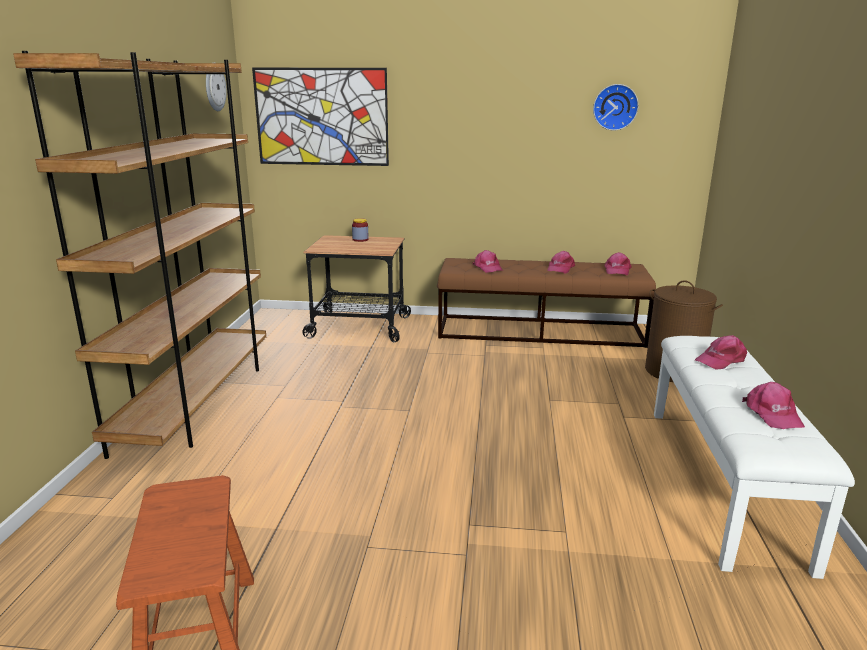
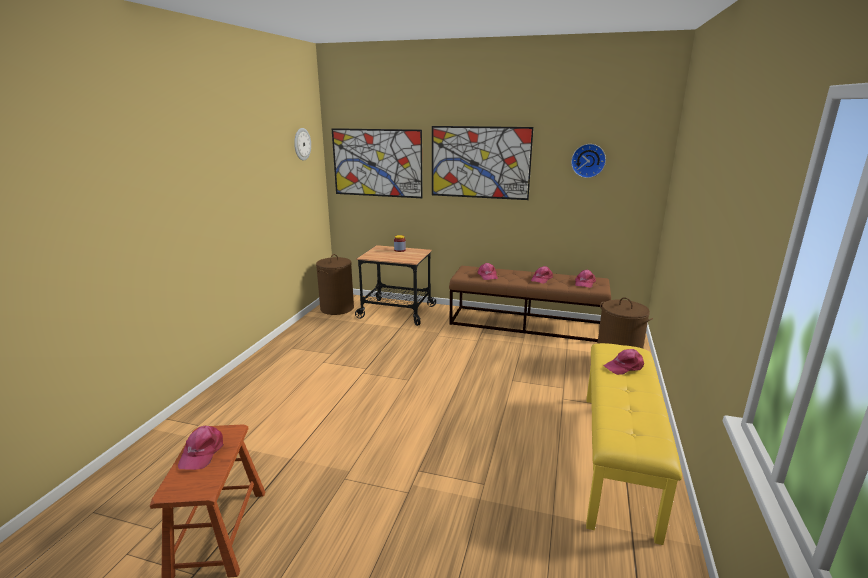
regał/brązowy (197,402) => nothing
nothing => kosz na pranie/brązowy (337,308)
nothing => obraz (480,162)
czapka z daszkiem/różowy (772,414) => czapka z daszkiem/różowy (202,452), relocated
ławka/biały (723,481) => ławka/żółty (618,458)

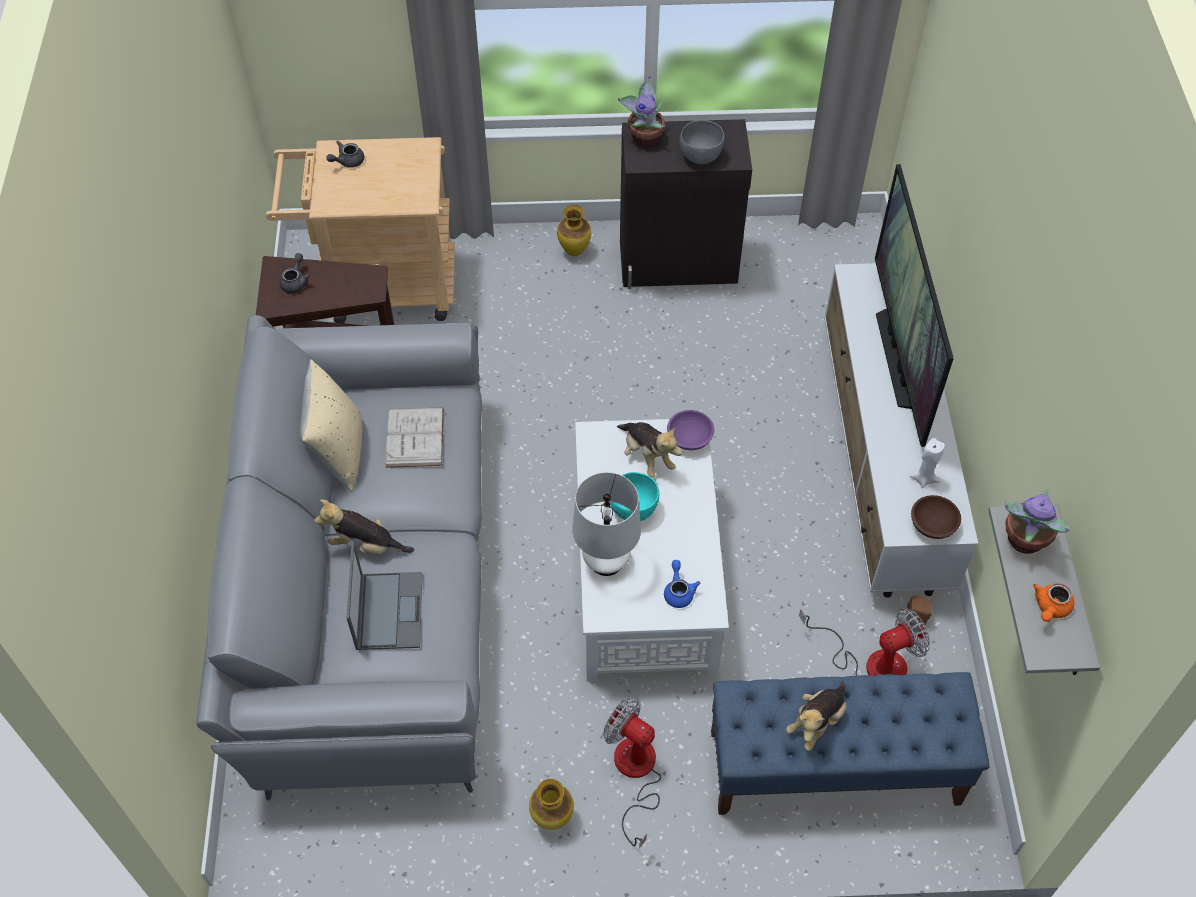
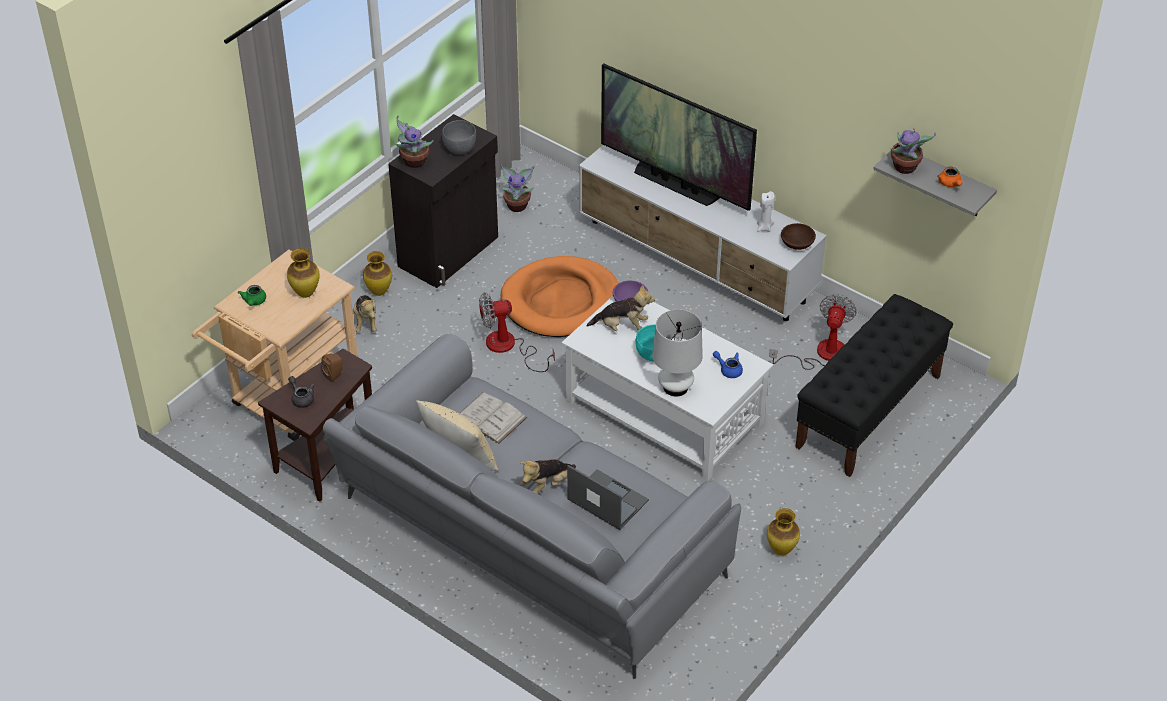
nothing => wazon (306,293)
nothing => roślina doniczkowa (517,205)
nothing => legowisko/pomarańczowy (561,301)
wentylator (635,774) => wentylator (509,347), relocated
pluszak (817,722) => pluszak (365,321), relocated
głośnik/brązowy (917,620) => głośnik/brązowy (334,375), relocated
imbryk/szary (347,161) => imbryk/zielony (254,302)
ławka/niebieski (833,768) => ławka/czarny (868,412)

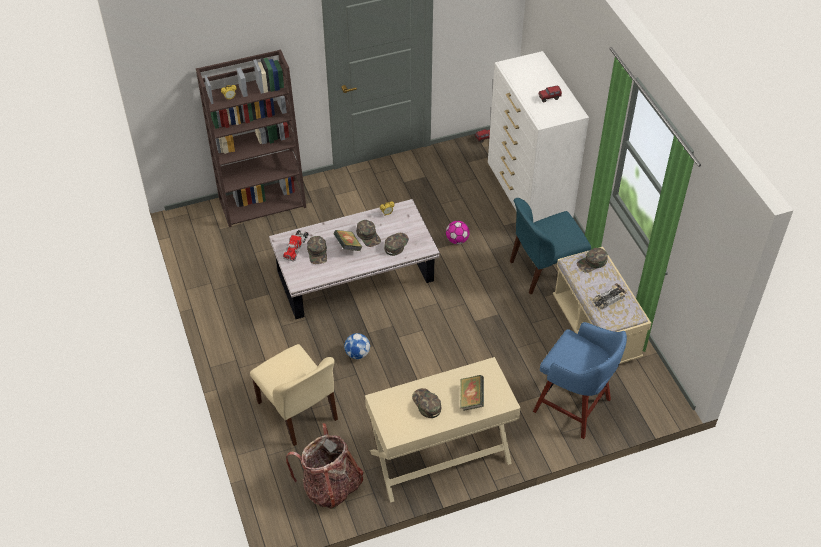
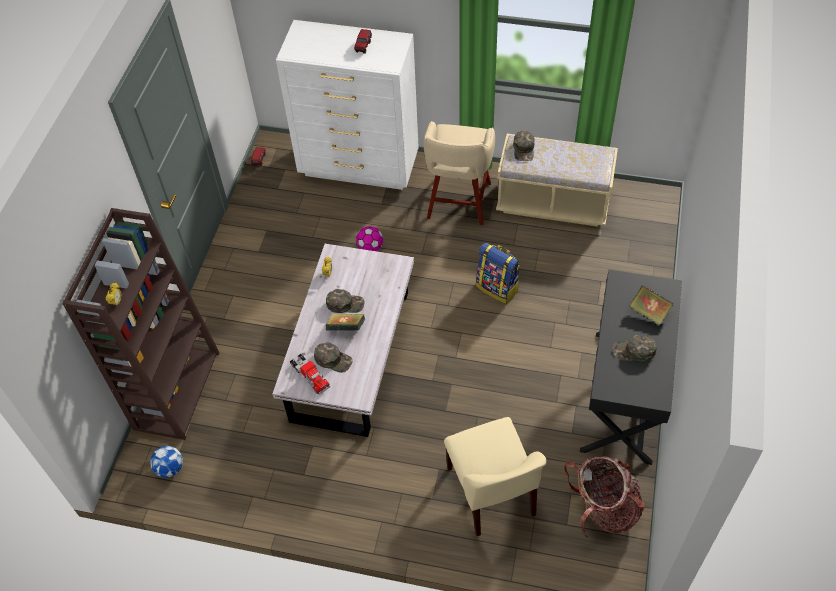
czapka z daszkiem/zielony (396,244) => nothing
stołek/niebieski (574,407) => nothing
samochodzik (608,299) => nothing
nothing => plecak (498,288)
piłka futbolowa (357,353) => piłka futbolowa (170,468), relocated
krzesło/niebieski (544,269) => stołek/beżowy (458,202)
biurko/beżowy (440,457) => biurko/czarny (623,396)
krzesło/beżowy (298,412) => krzesło/beżowy (492,493), 75 degrees clockwise

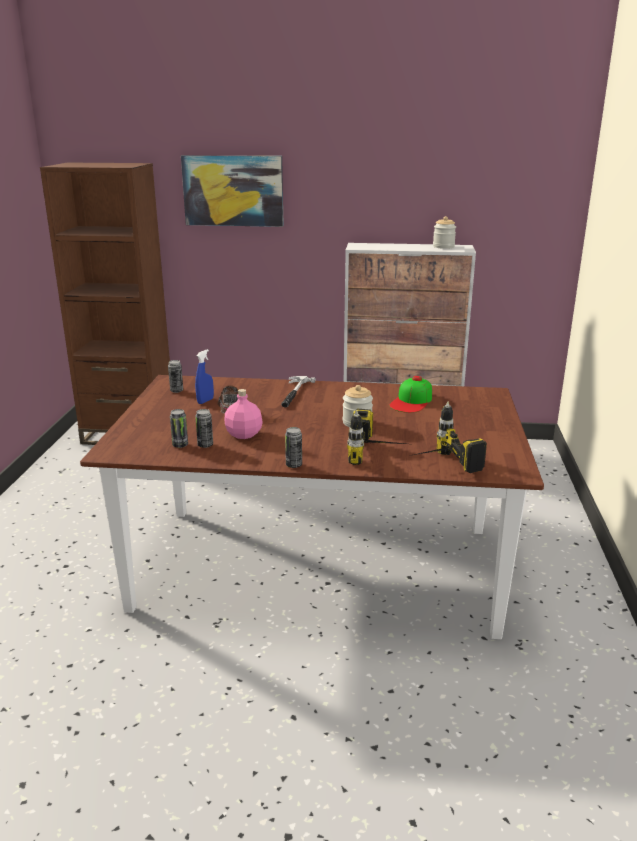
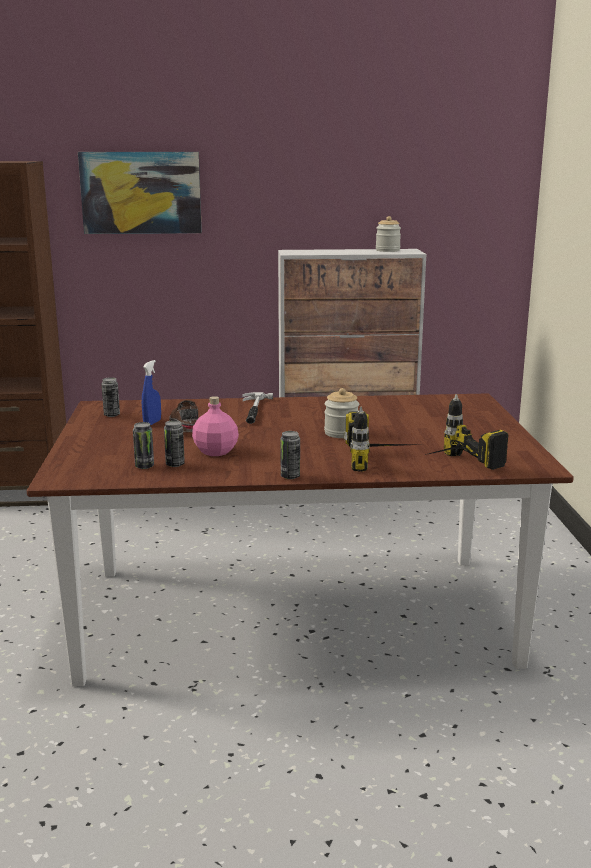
czapka z daszkiem (411,401) => nothing

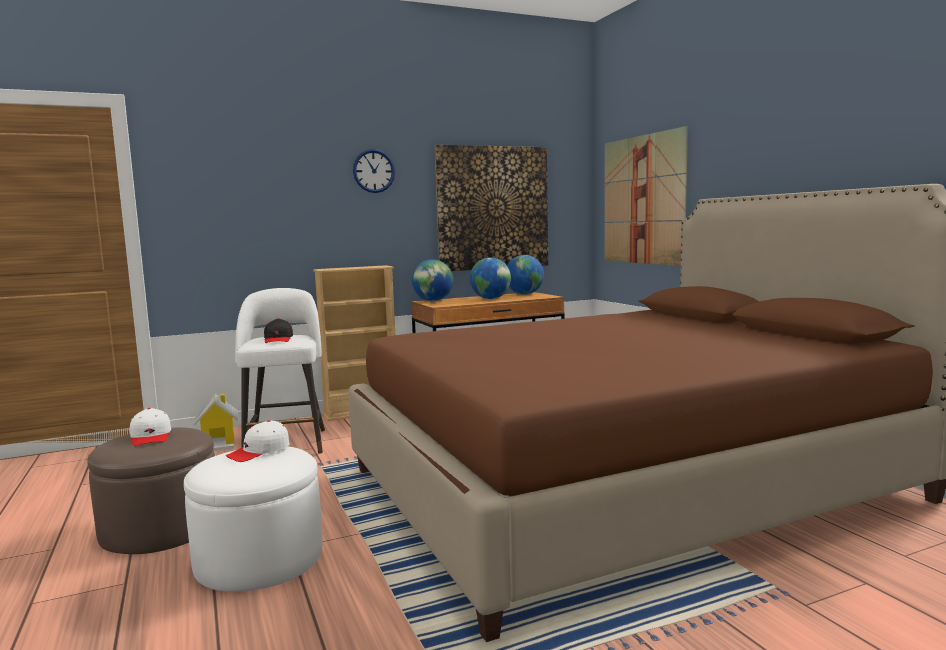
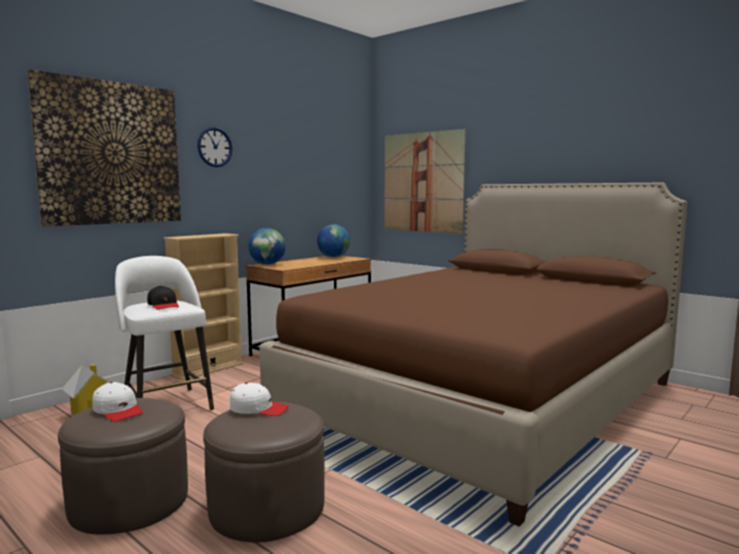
globus (491,299) => nothing
obraz (493,208) => obraz (111,153), relocated
pufa/biały (259,558) => pufa/brązowy (267,507)
czapka z daszkiem/biały (259,451) => czapka z daszkiem/biały (258,409), 105 degrees counterclockwise

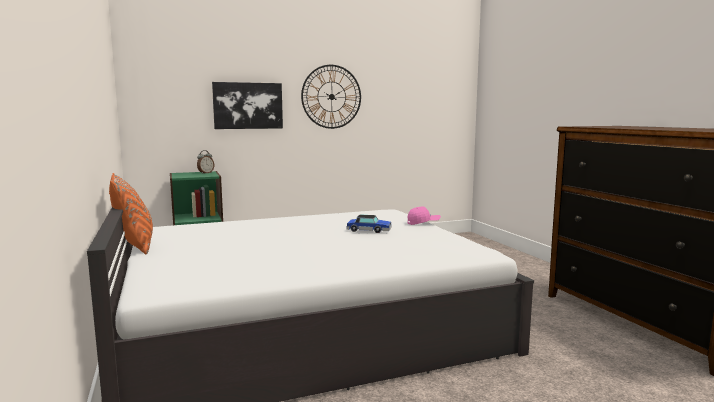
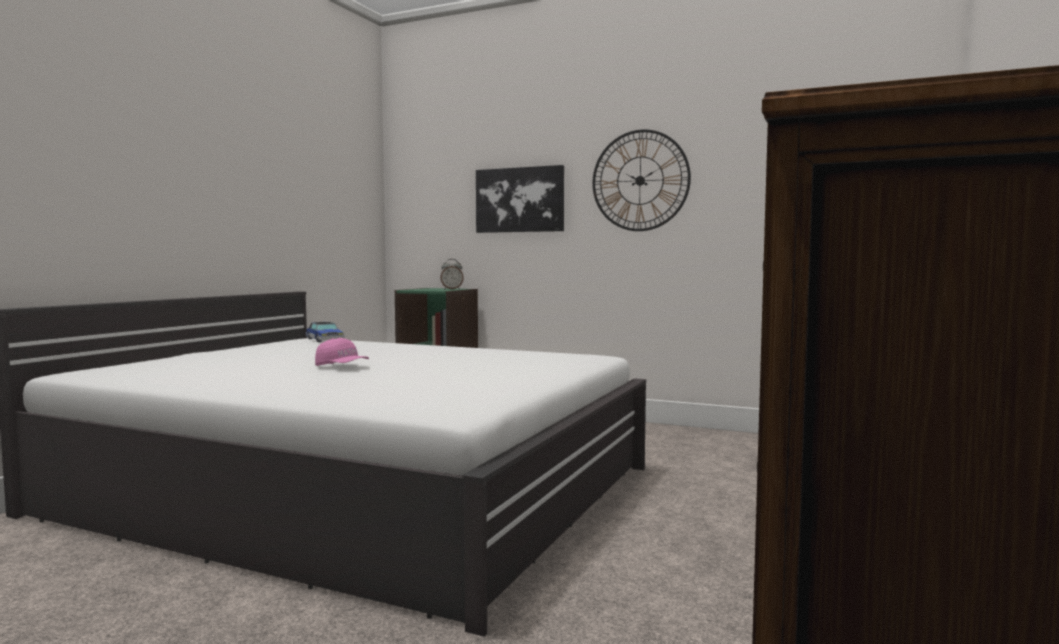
poduszka/pomarańczowy (134,246) => nothing
samochodzik (369,230) => samochodzik (324,340), relocated
czapka z daszkiem/różowy (423,223) => czapka z daszkiem/różowy (342,367), relocated

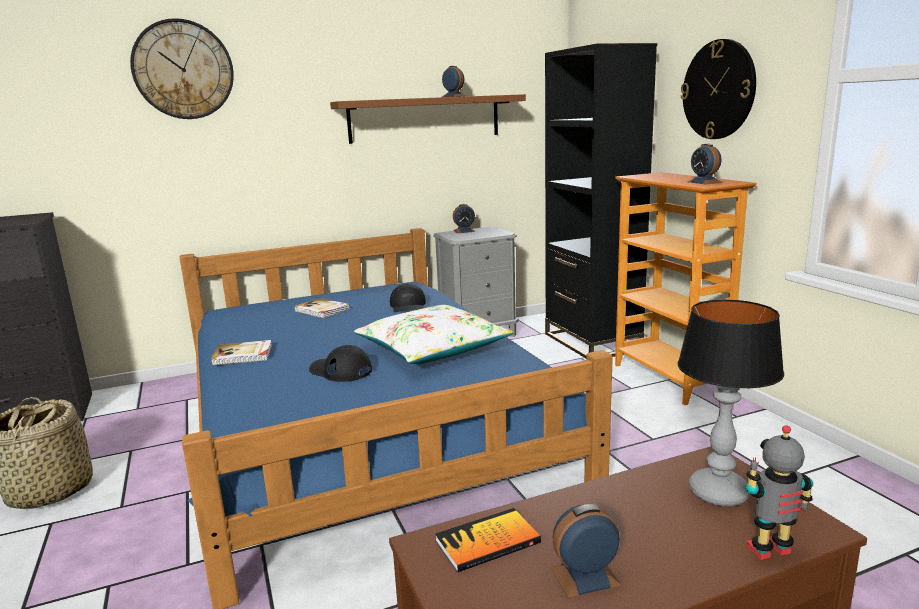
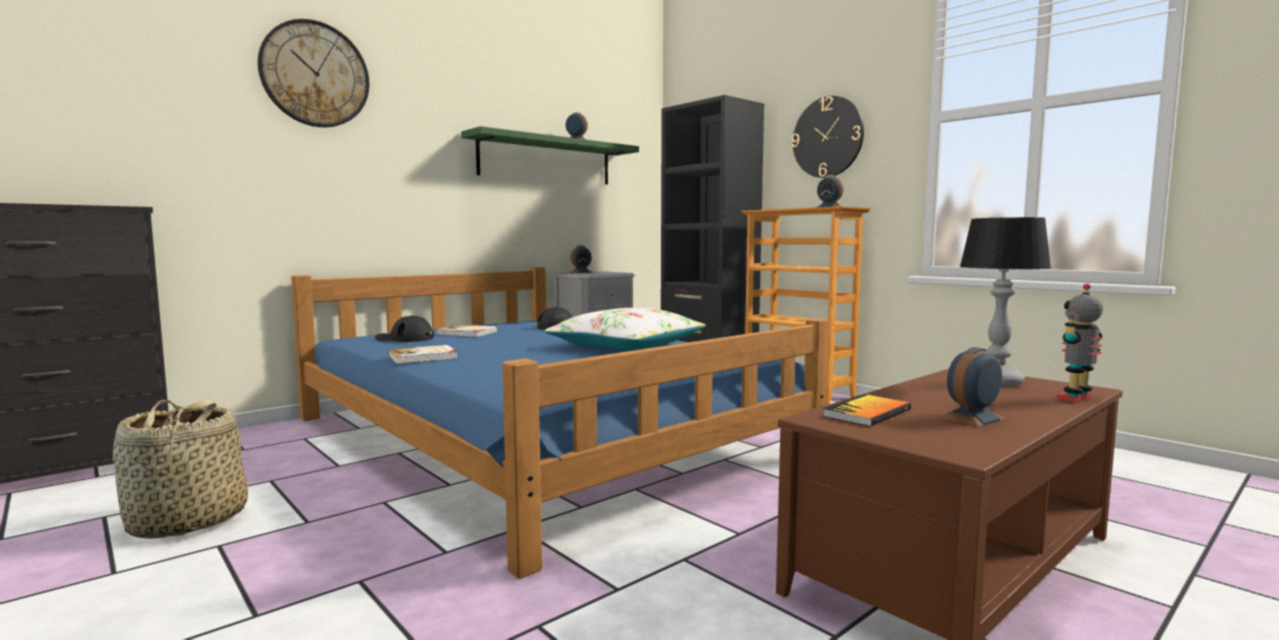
czapka z daszkiem/czarny (340,371) => czapka z daszkiem/czarny (404,339), relocated
półka/brązowy (425,119) => półka/zielony (546,160)

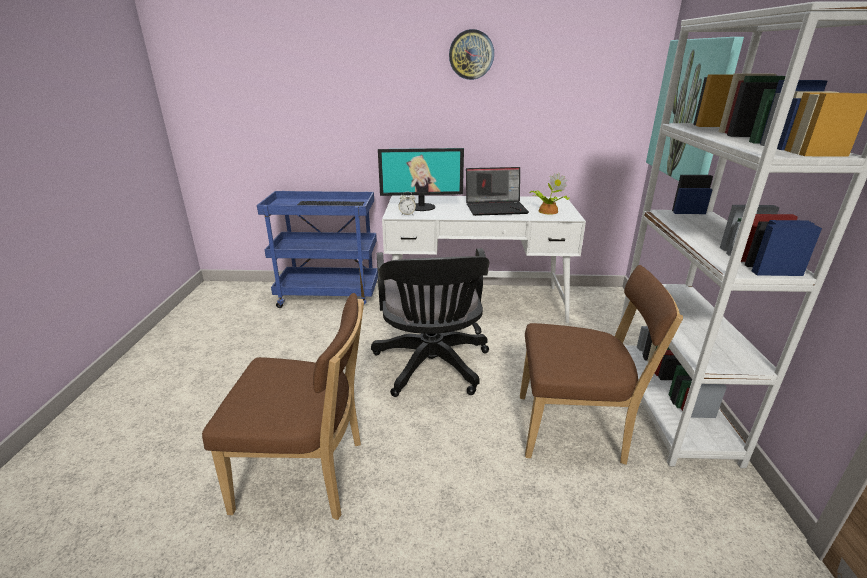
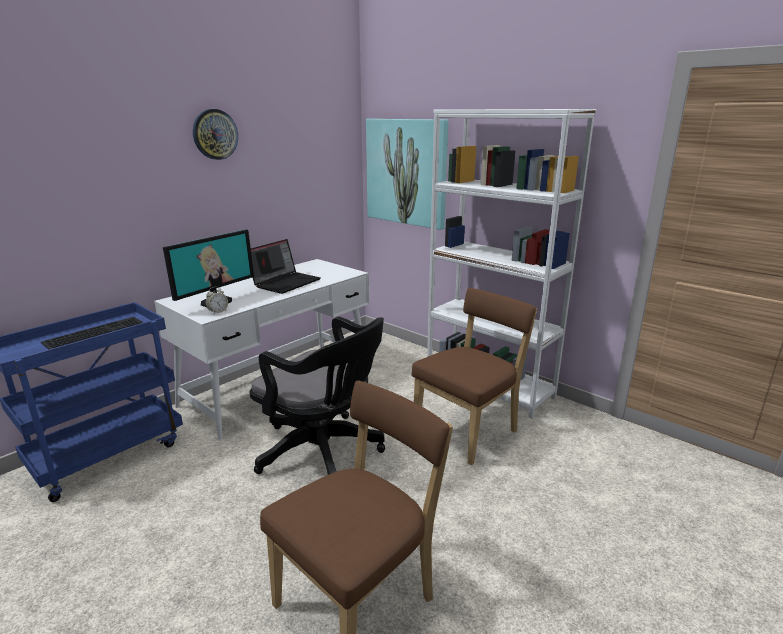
roślina doniczkowa (547,211) => nothing

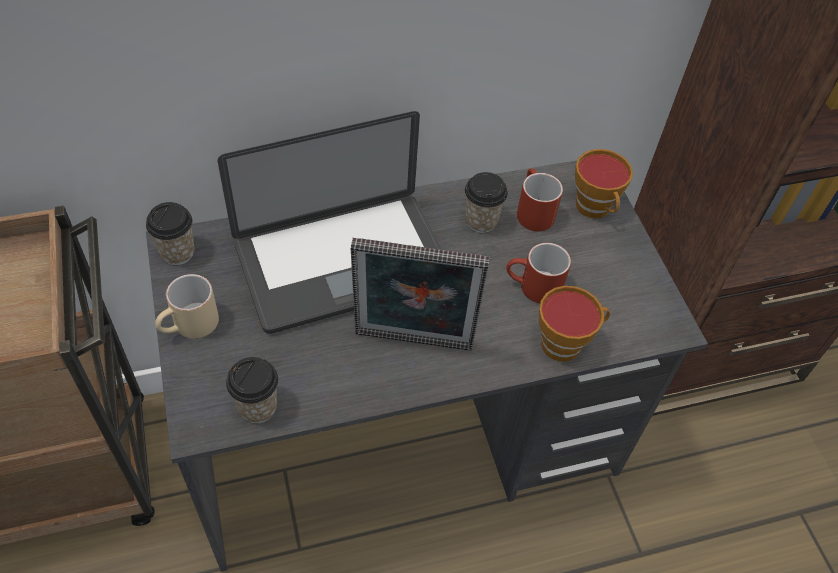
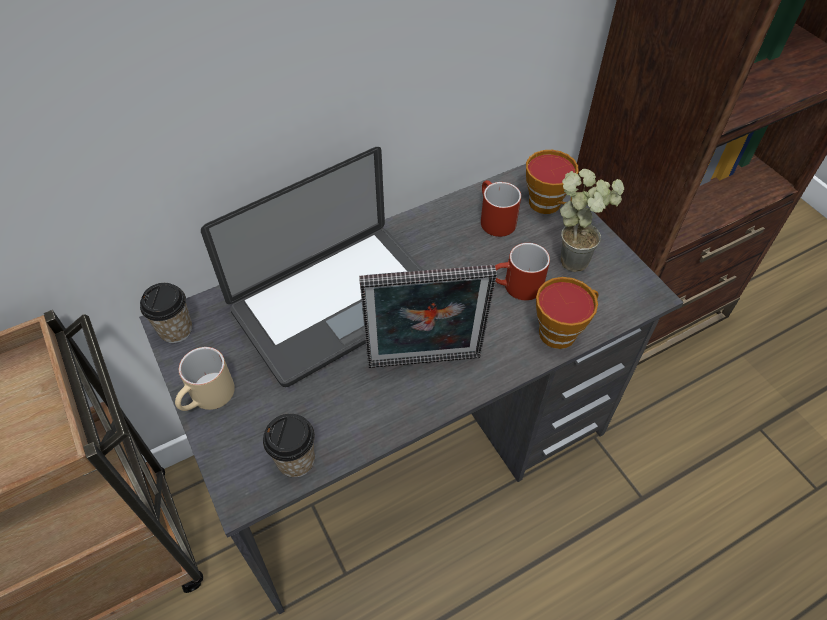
filiżanka (481,221) => nothing
nothing => roślina doniczkowa (577,256)

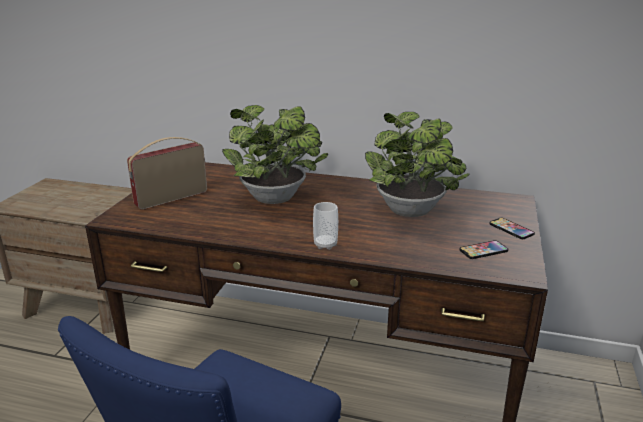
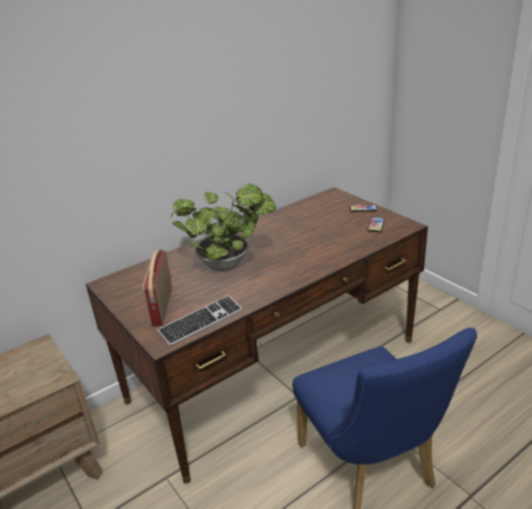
filiżanka (325,245) => nothing
roślina doniczkowa (411,213) => nothing
nothing => klawiatura (201,322)

